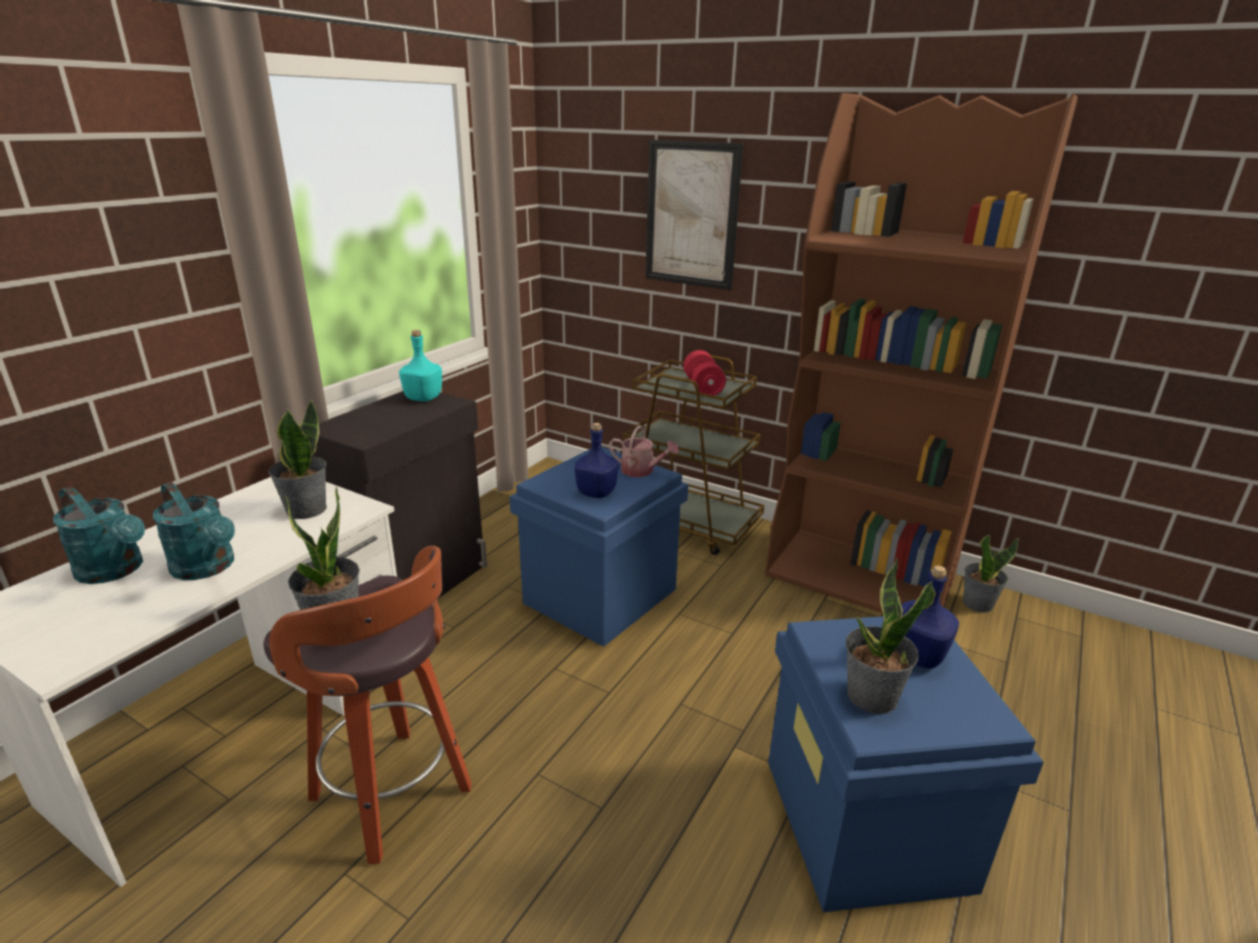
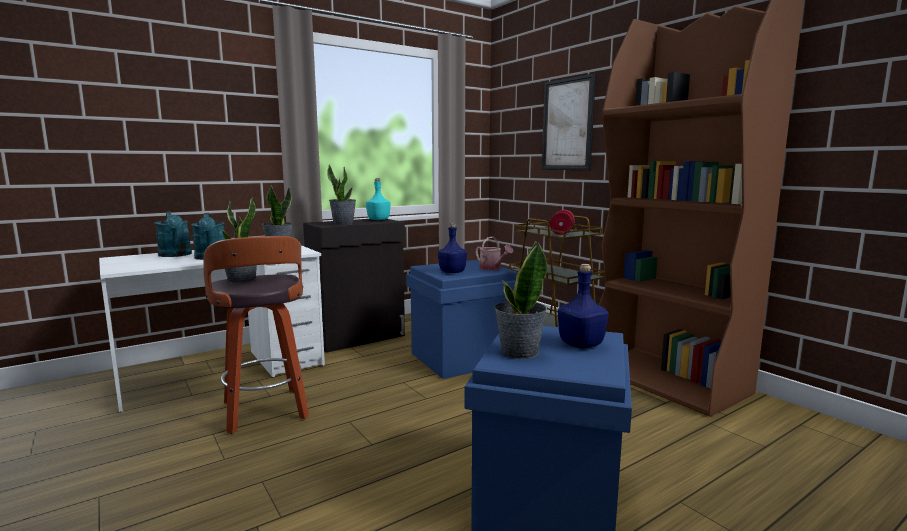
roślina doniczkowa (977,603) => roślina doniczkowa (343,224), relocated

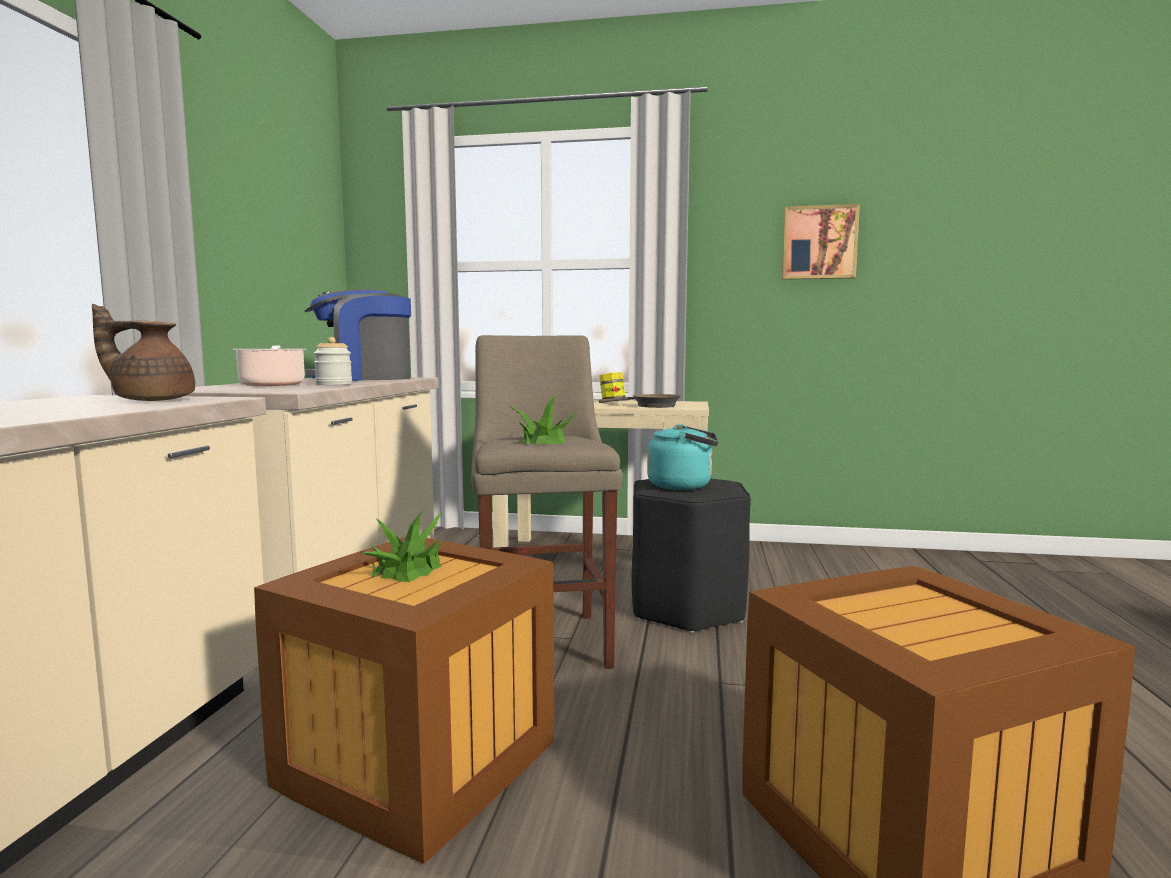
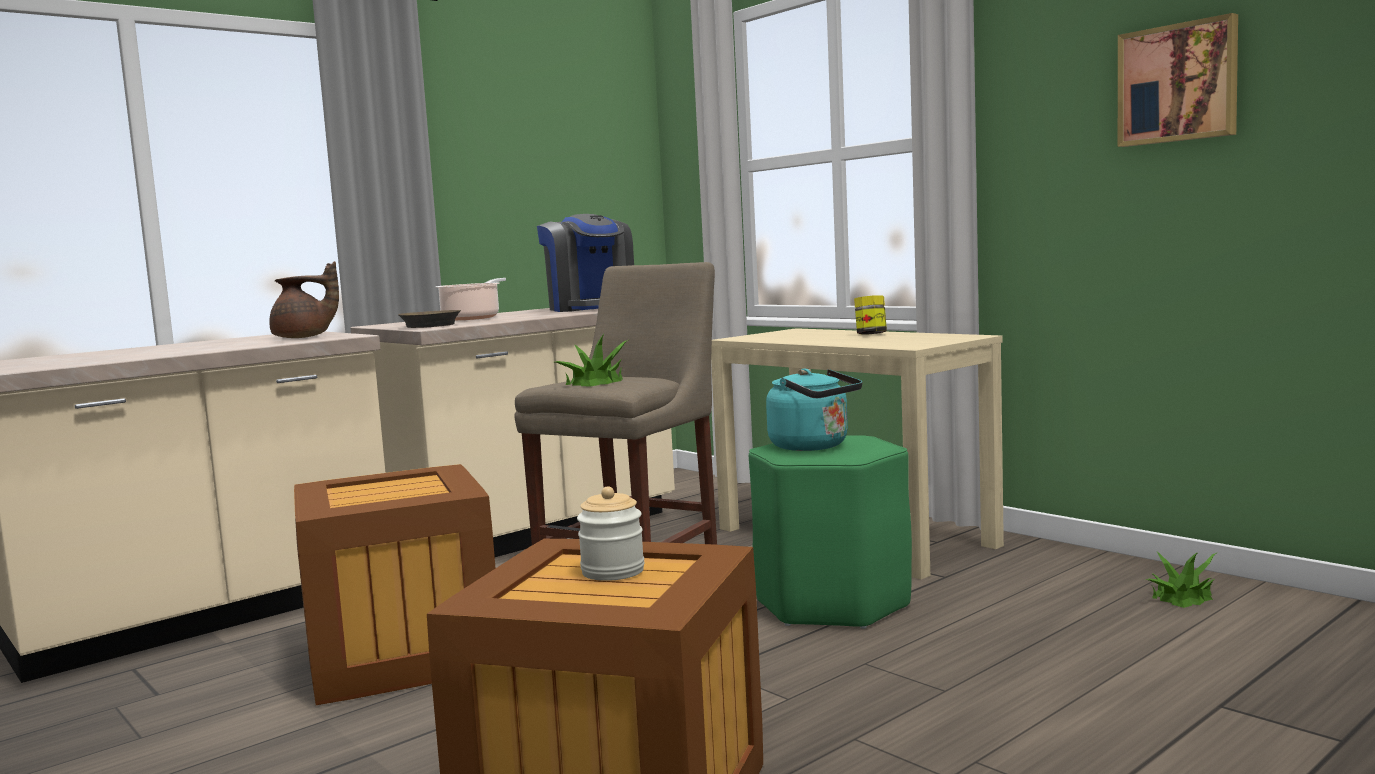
słoik (334,384) => słoik (613,571), relocated
roślina doniczkowa (408,569) => roślina doniczkowa (1183,597), relocated
patelnia/brązowy (651,406) => patelnia/brązowy (428,325), relocated
stołek/czarny (687,608) => stołek/zielony (832,604)
imbryk/brązowy (152,400) => imbryk/brązowy (304,337), 135 degrees clockwise
ekspres do kawy (363,378) => ekspres do kawy (591,308), 135 degrees counterclockwise

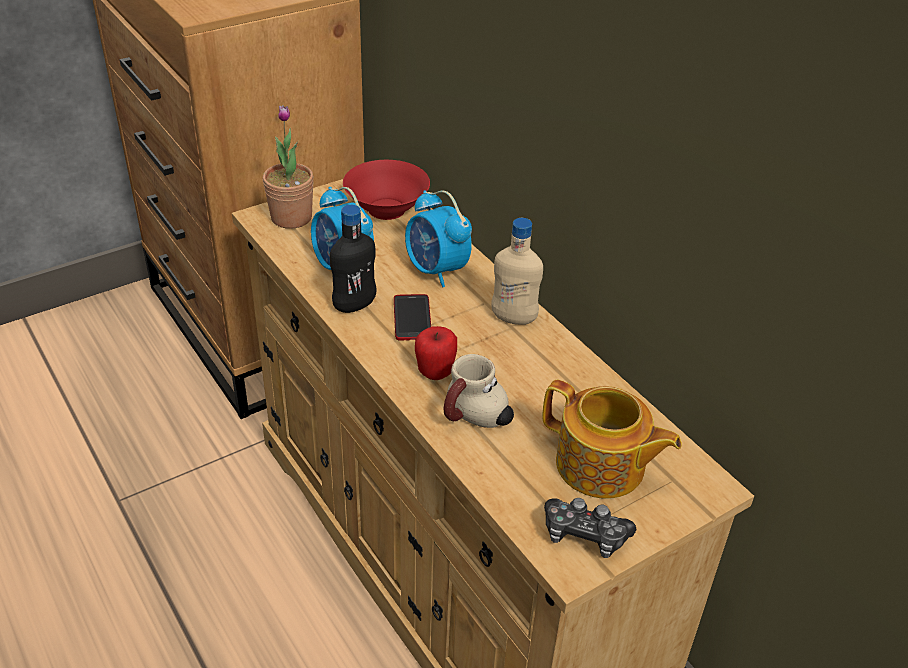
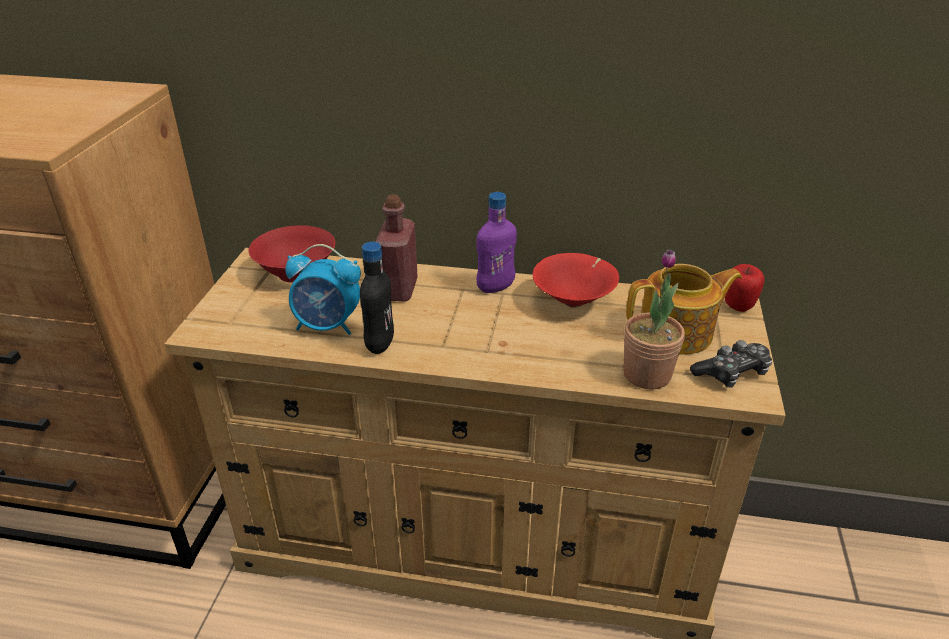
telefon (412,318) => nothing
kubek (474,419) => nothing
nothing => miska/czerwony (574,301)
roślina doniczkowa (291,217) => roślina doniczkowa (647,375), relocated
jabłko (435,373) => jabłko (738,306), relocated
budzik (436,270) => butelka/czerwony (399,289)
butelka/beżowy (513,318) => butelka/fioletowy (495,287)

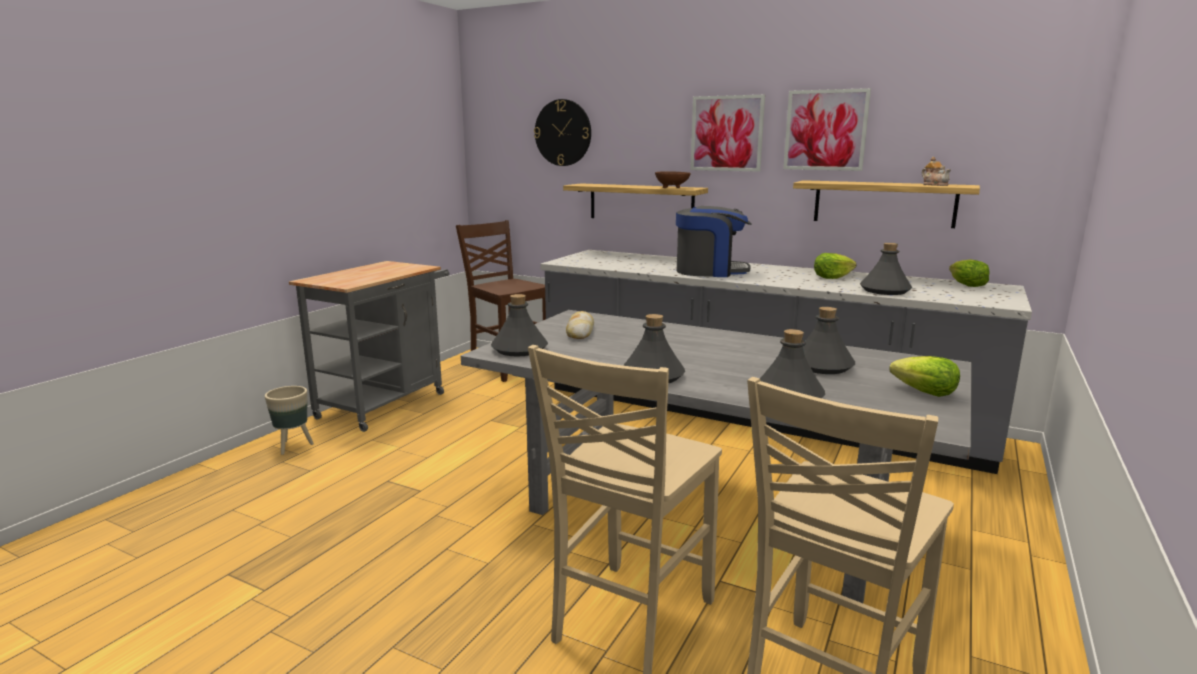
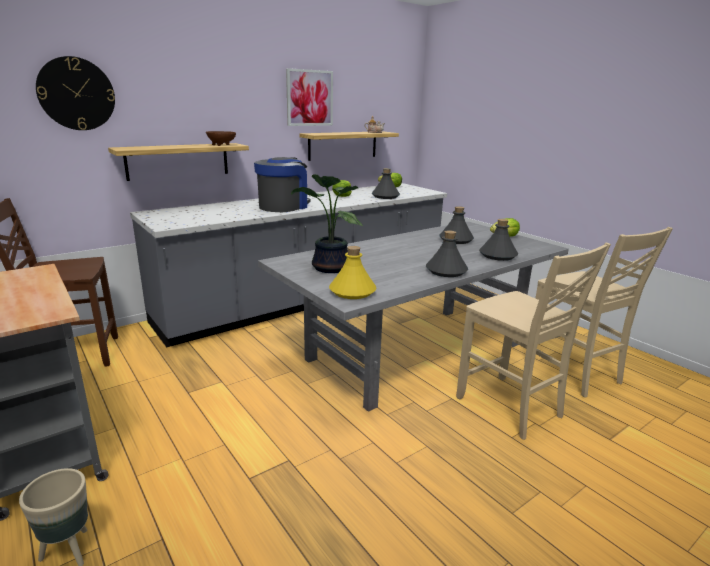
obraz (727,133) => nothing
chleb (580,332) => roślina doniczkowa (328,268)
butelka/szary (519,349) => butelka/żółty (352,292)

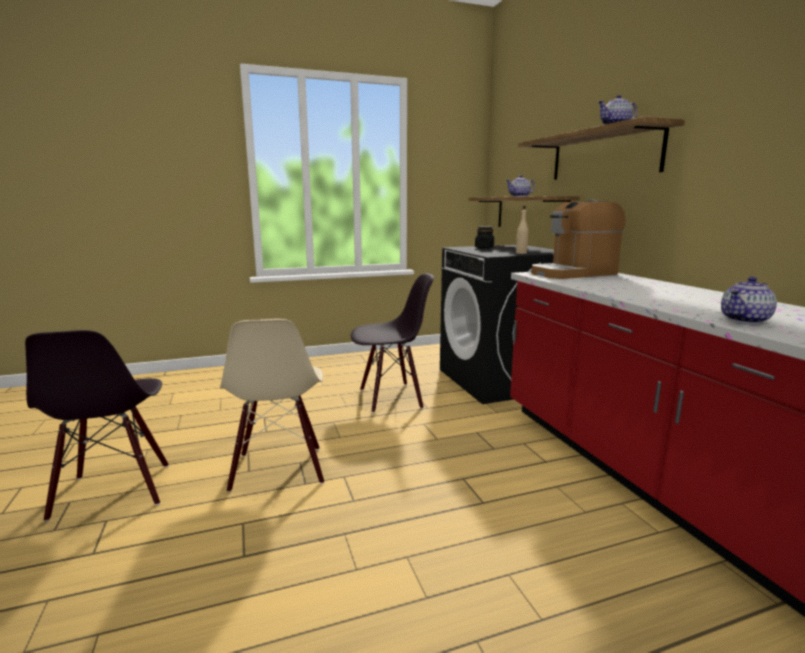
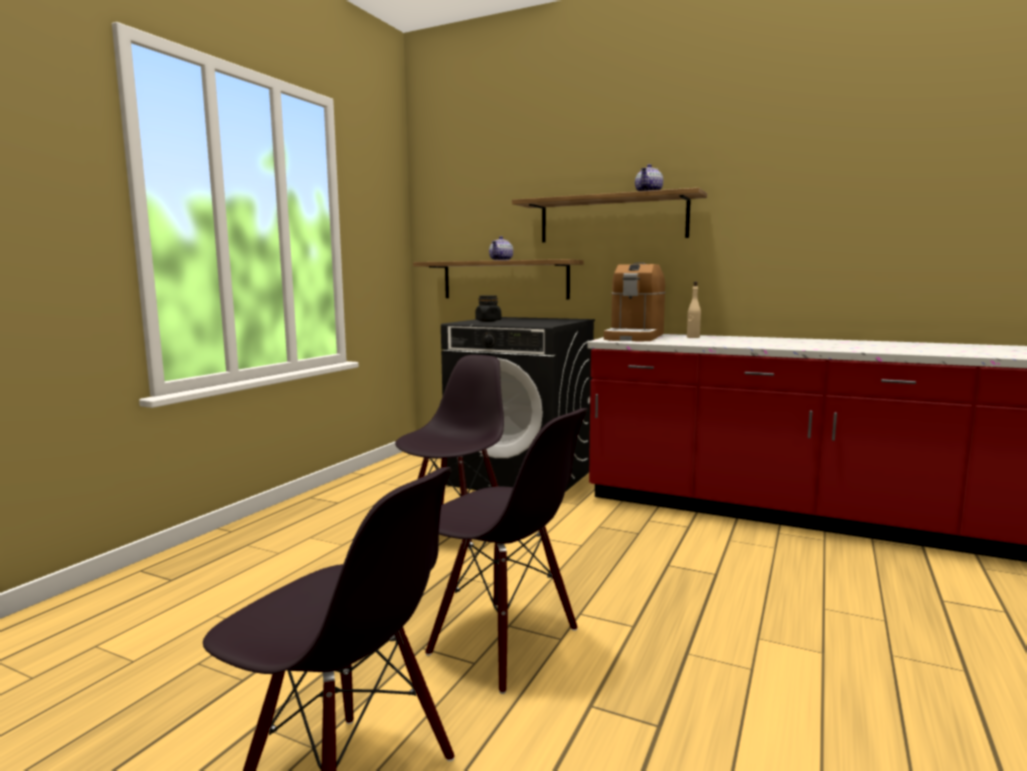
imbryk (745,320) => nothing
butelka/beżowy (521,253) => butelka/beżowy (693,337), relocated
krzesło/beżowy (278,469) => krzesło/czarny (502,642)

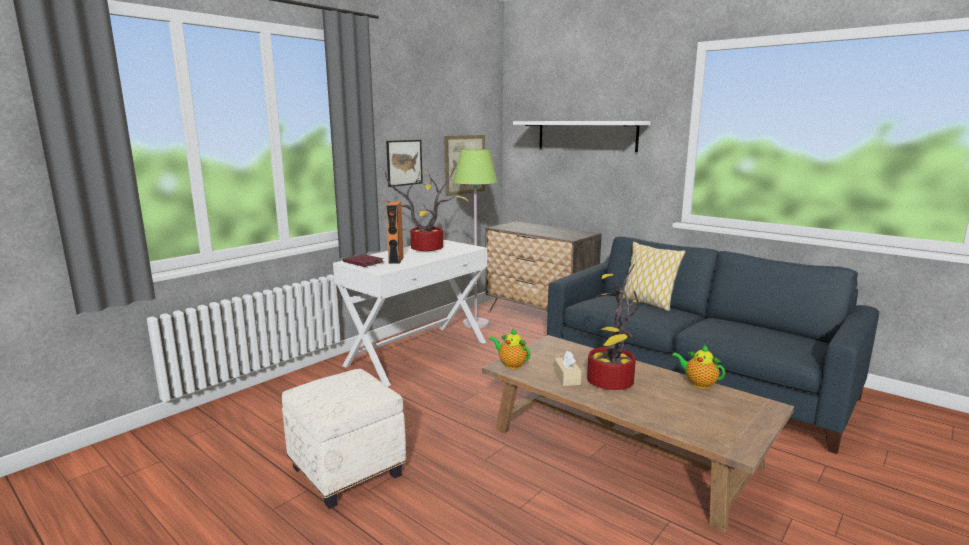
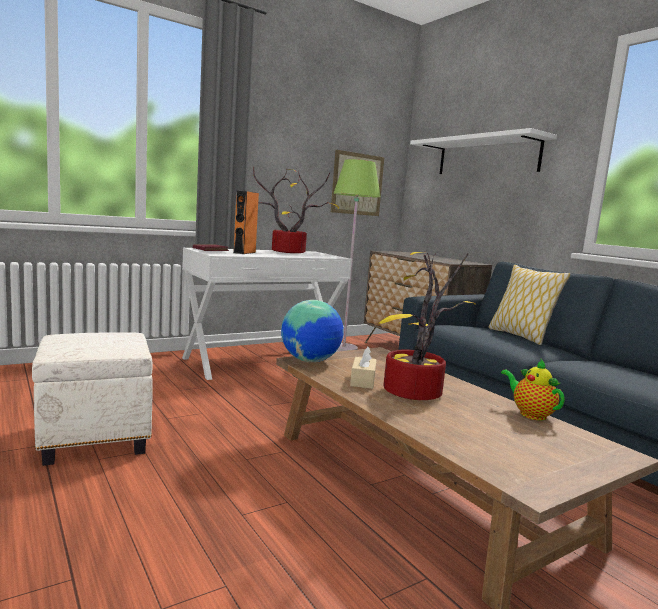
obraz (404,162) => nothing
imbryk (511,365) => globus (310,361)

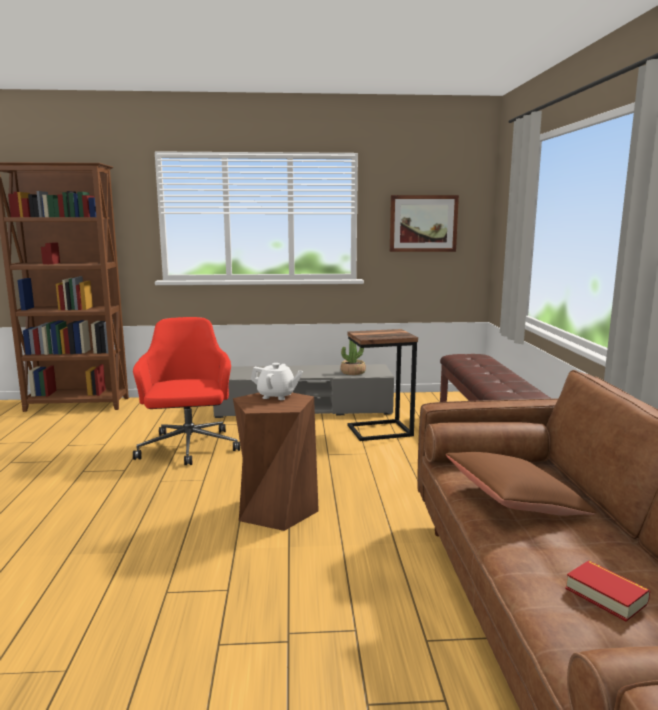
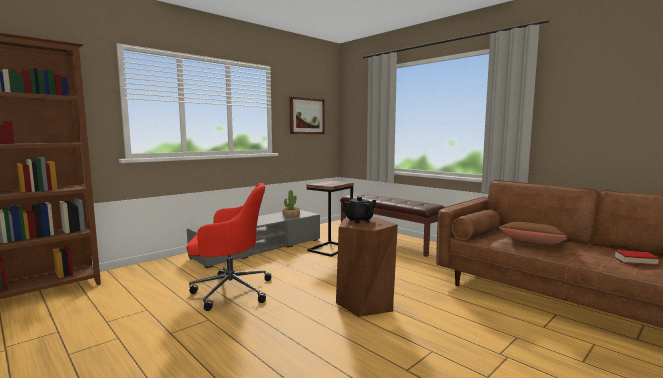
imbryk/biały (276,396) => imbryk/czarny (359,220)
krzesło biurowe/czerwony (188,448) => krzesło biurowe/czerwony (229,290), 135 degrees clockwise

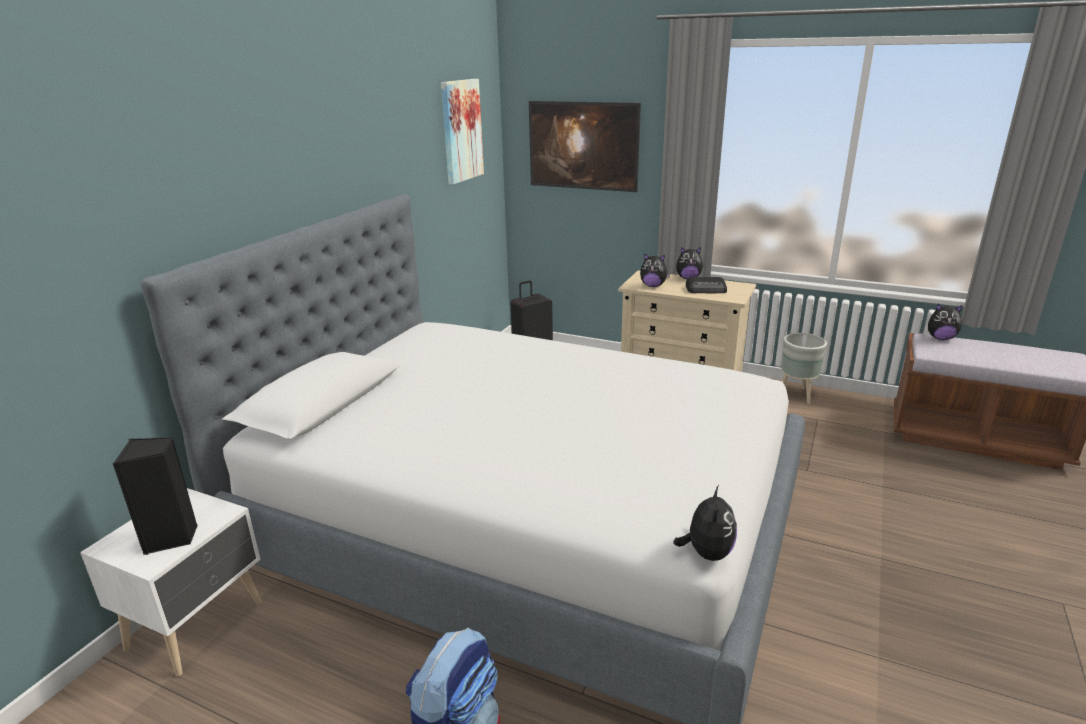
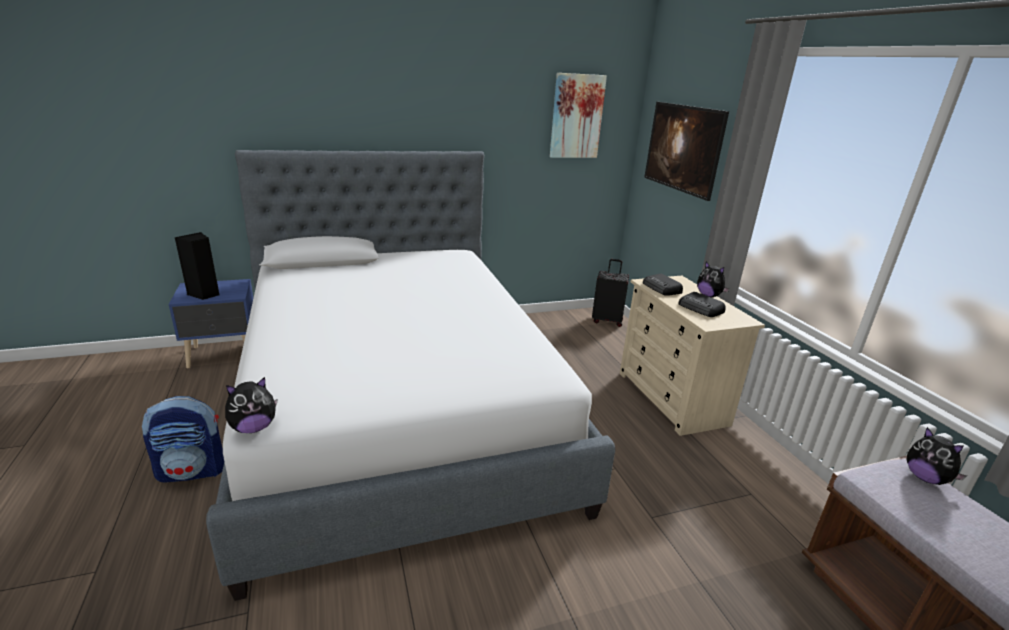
donica/szary (797,395) => nothing
pluszak (653,286) => radio (662,288)
szafka nocna/biały (199,625) => szafka nocna/niebieski (225,355)

